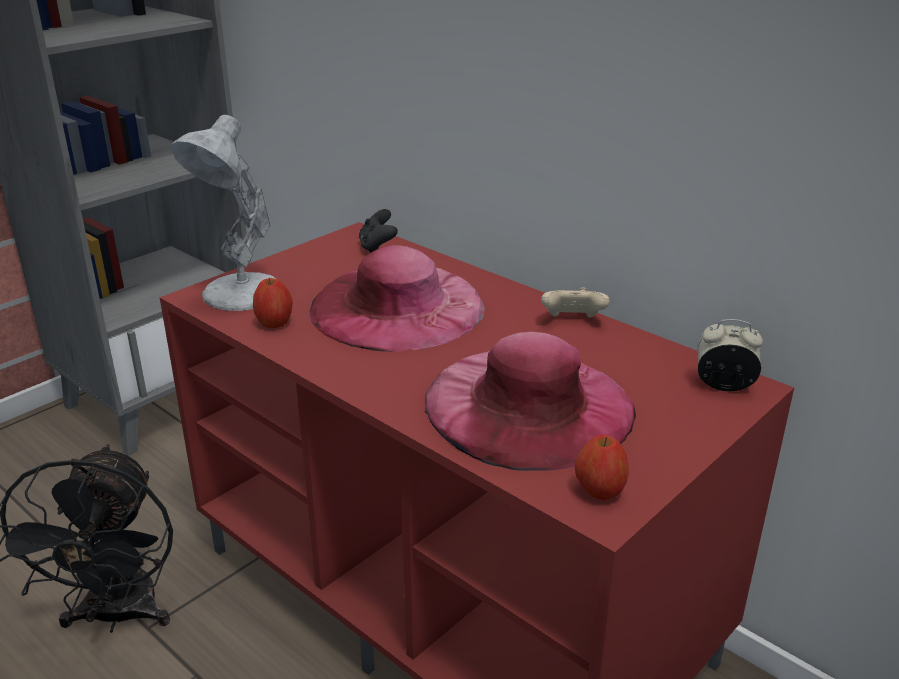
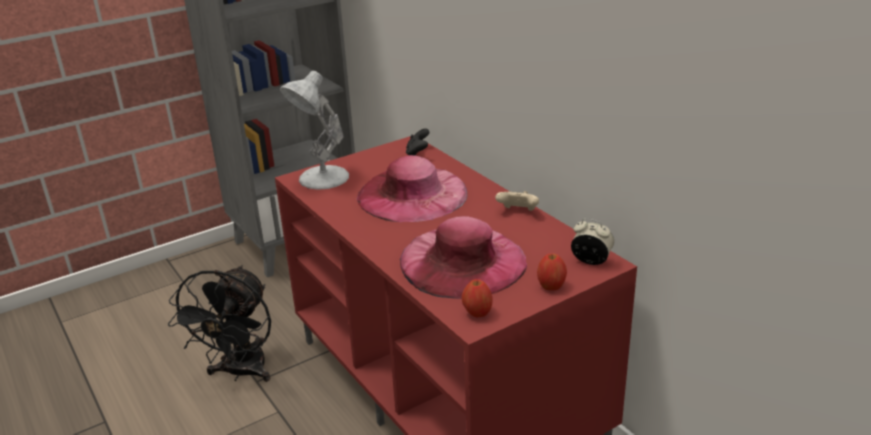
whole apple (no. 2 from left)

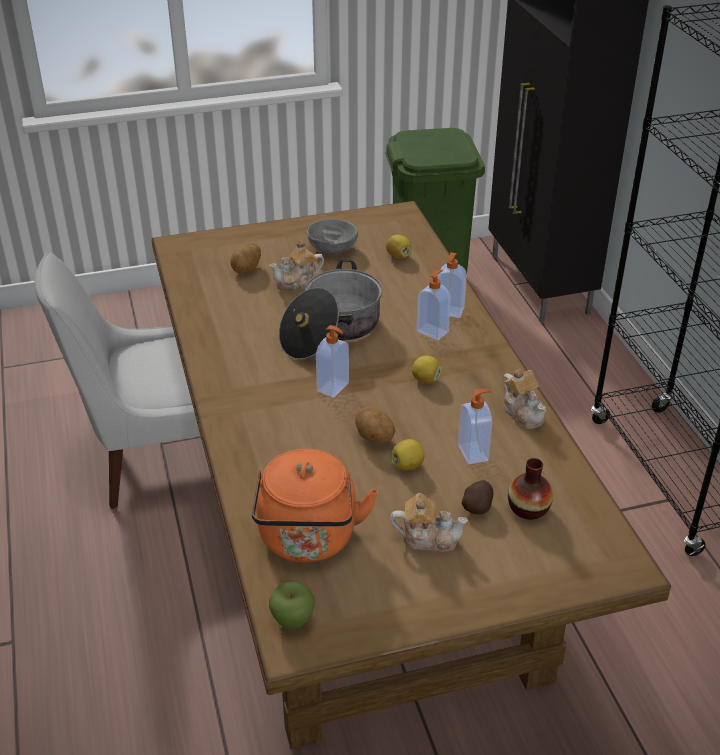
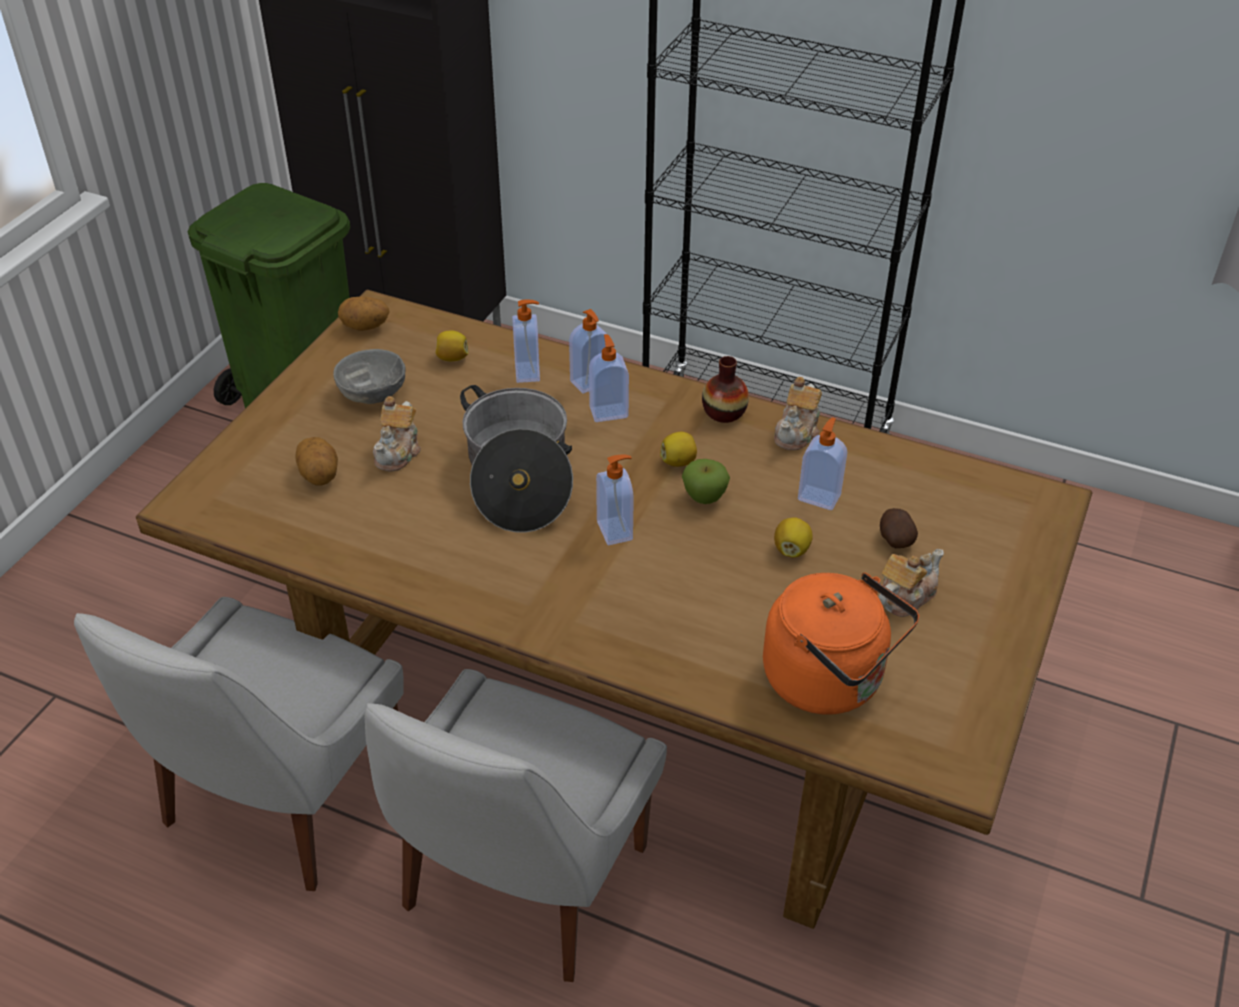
potato (no. 2 from left); white-coloured upright chair (no. 2 from left); soap bottle (no. 1 from left); whole apple; decorative vase; tea pot (no. 2 from left)

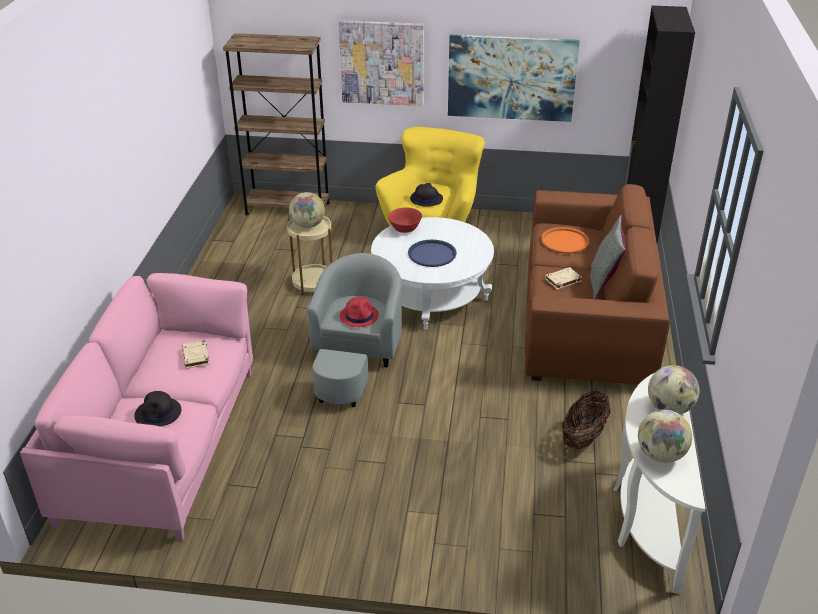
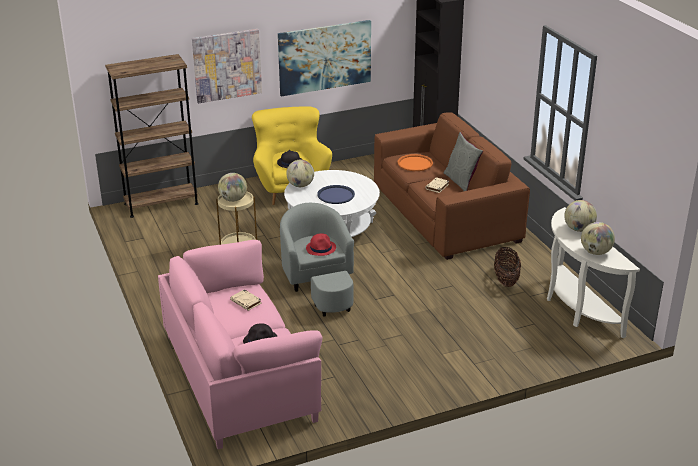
desk globe (no. 2 from left)

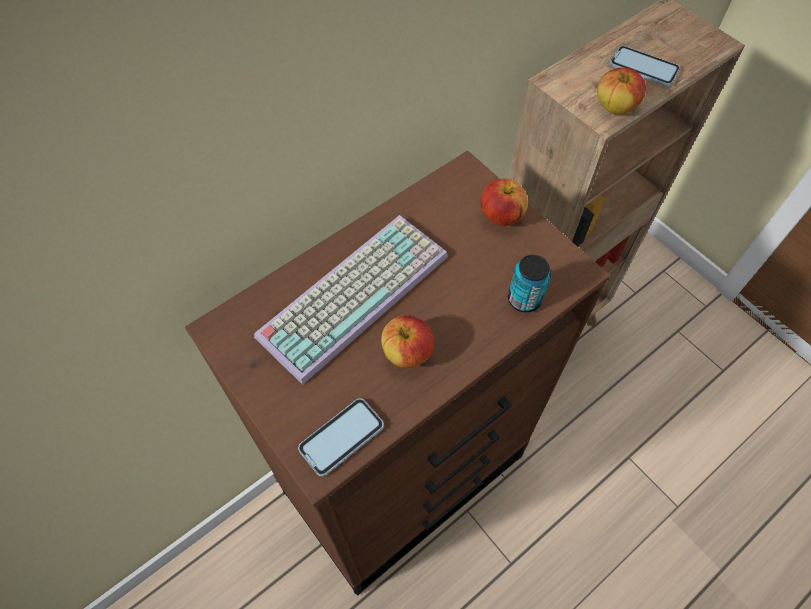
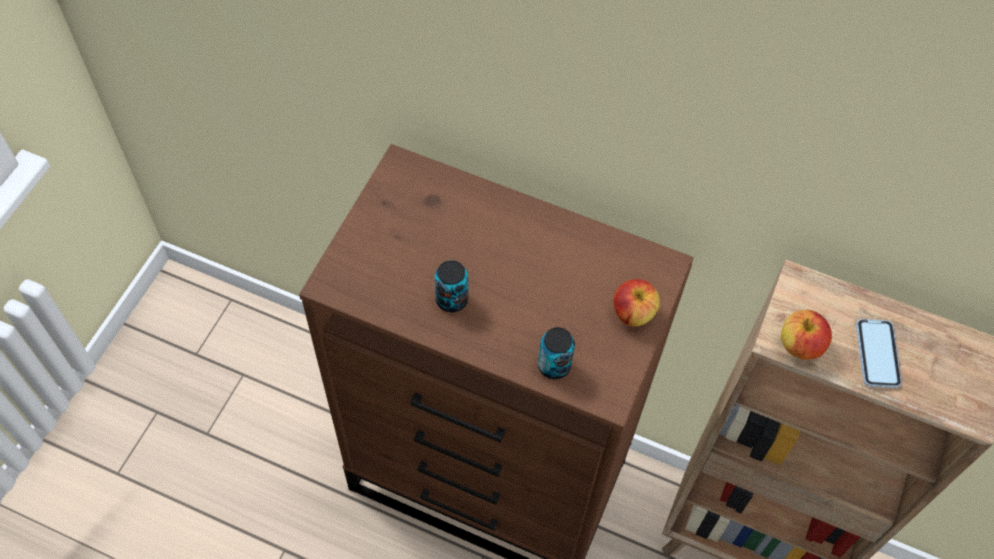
can (no. 1 from left); computer keyboard; phone (no. 1 from left in the first image)

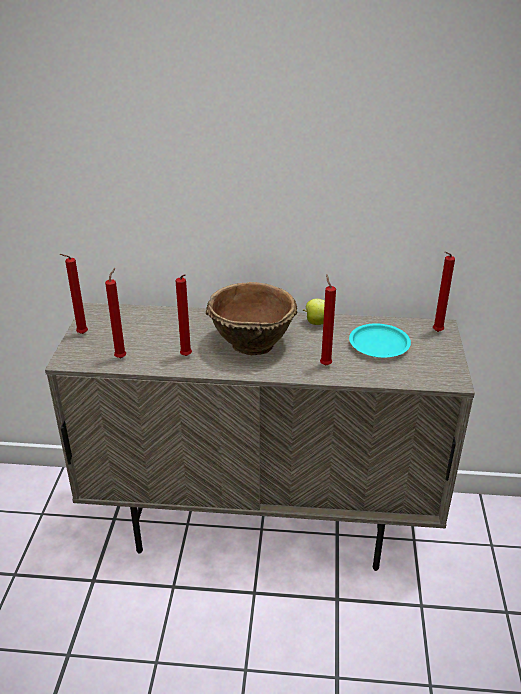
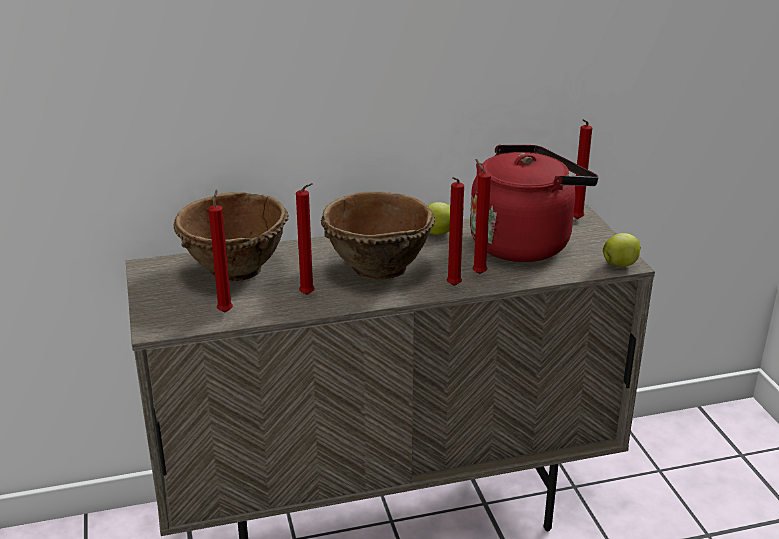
brown bowl (no. 1 from left); red wax candle (no. 3 from left); red water kettle; whole apple (no. 2 from left)

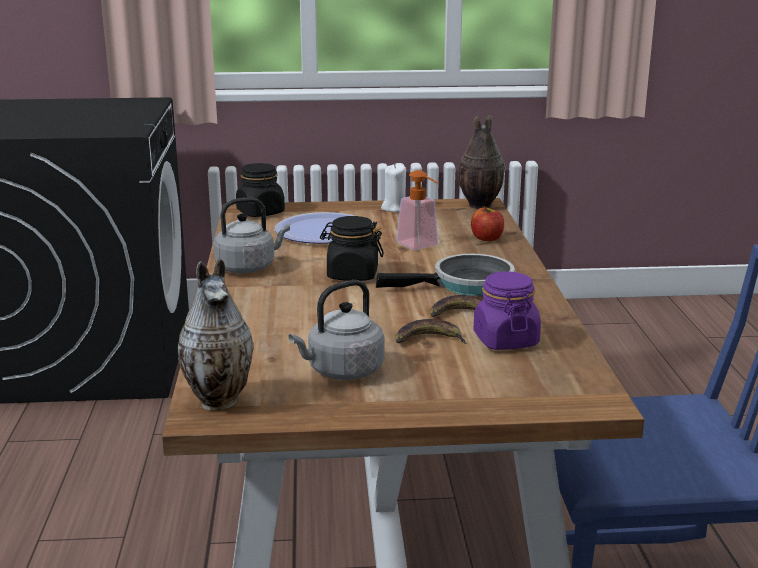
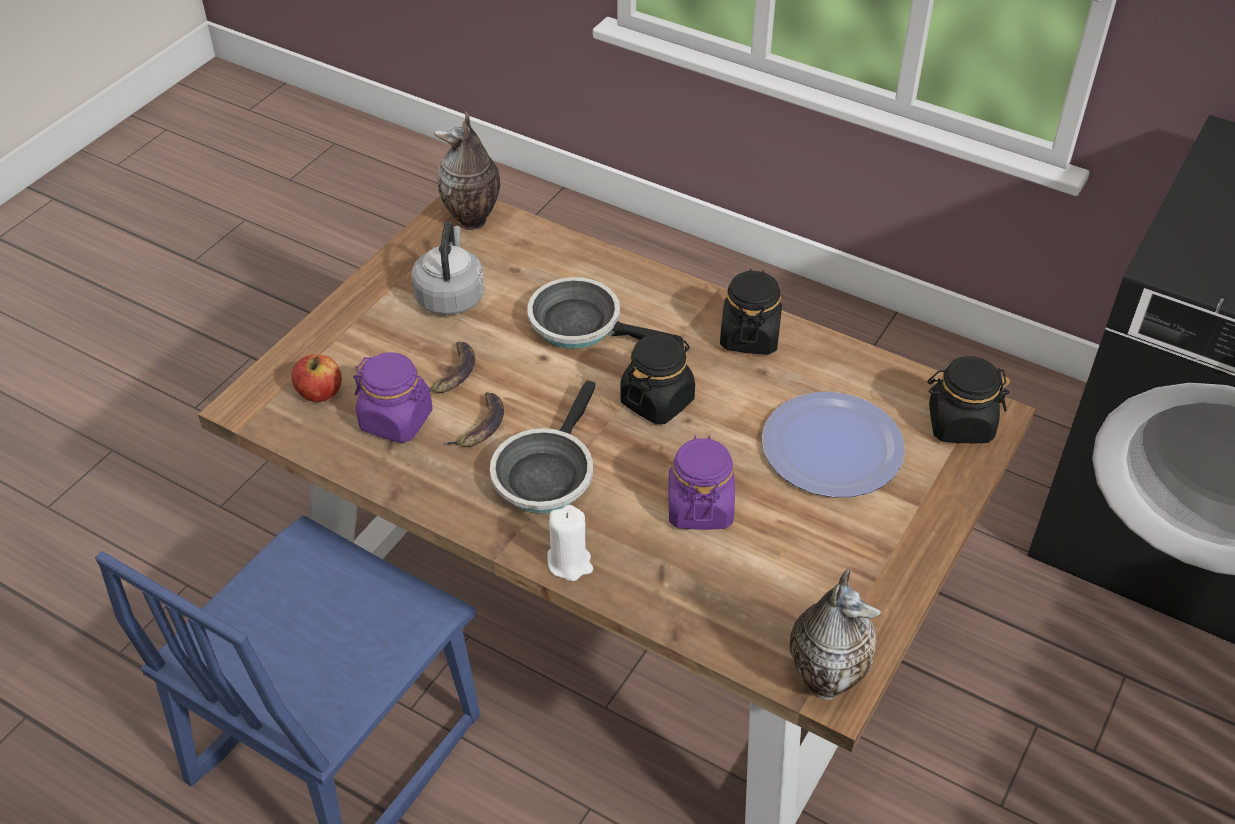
whole apple; pan (no. 2 from left); white-coloured wax candle; purple-coloured storage jar (no. 2 from left); black-coloured storage jar (no. 2 from left)

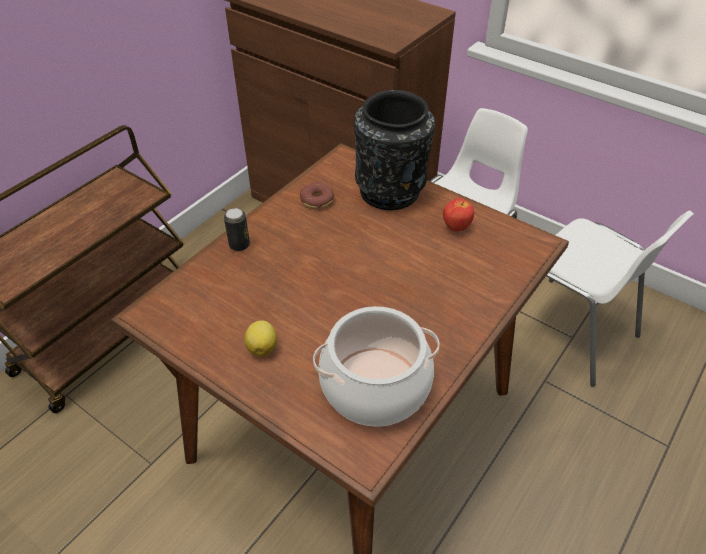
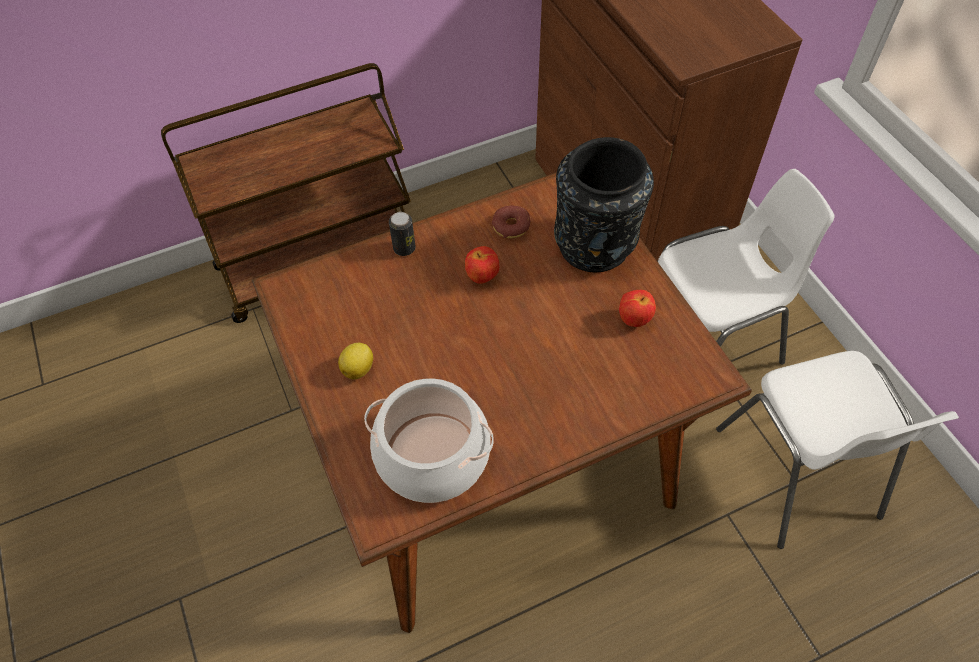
whole apple (no. 1 from left)

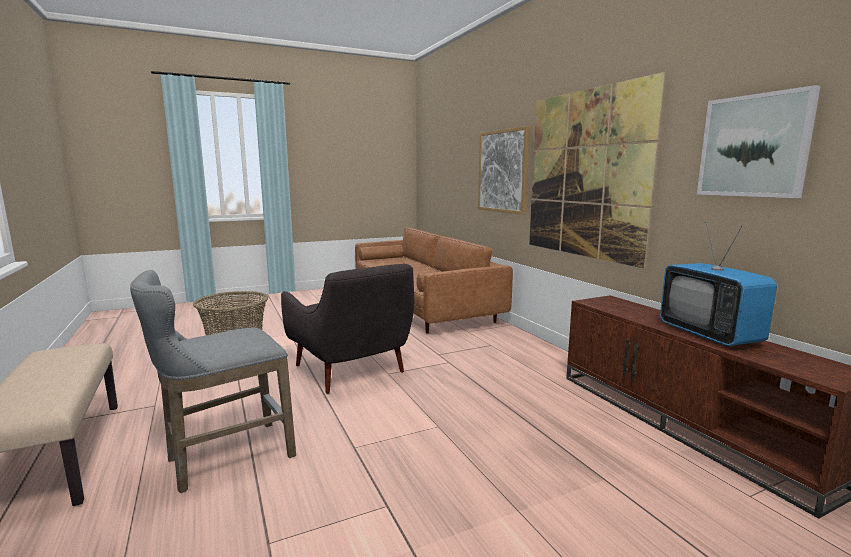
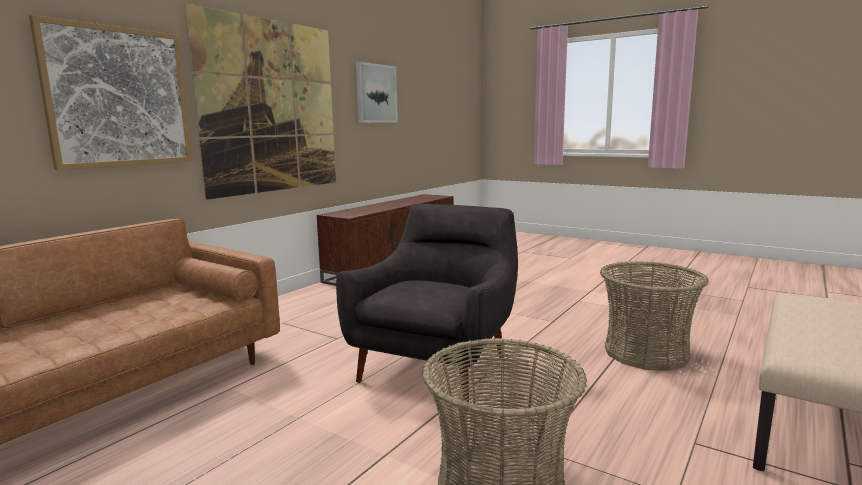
basket (no. 2 from left); TV set

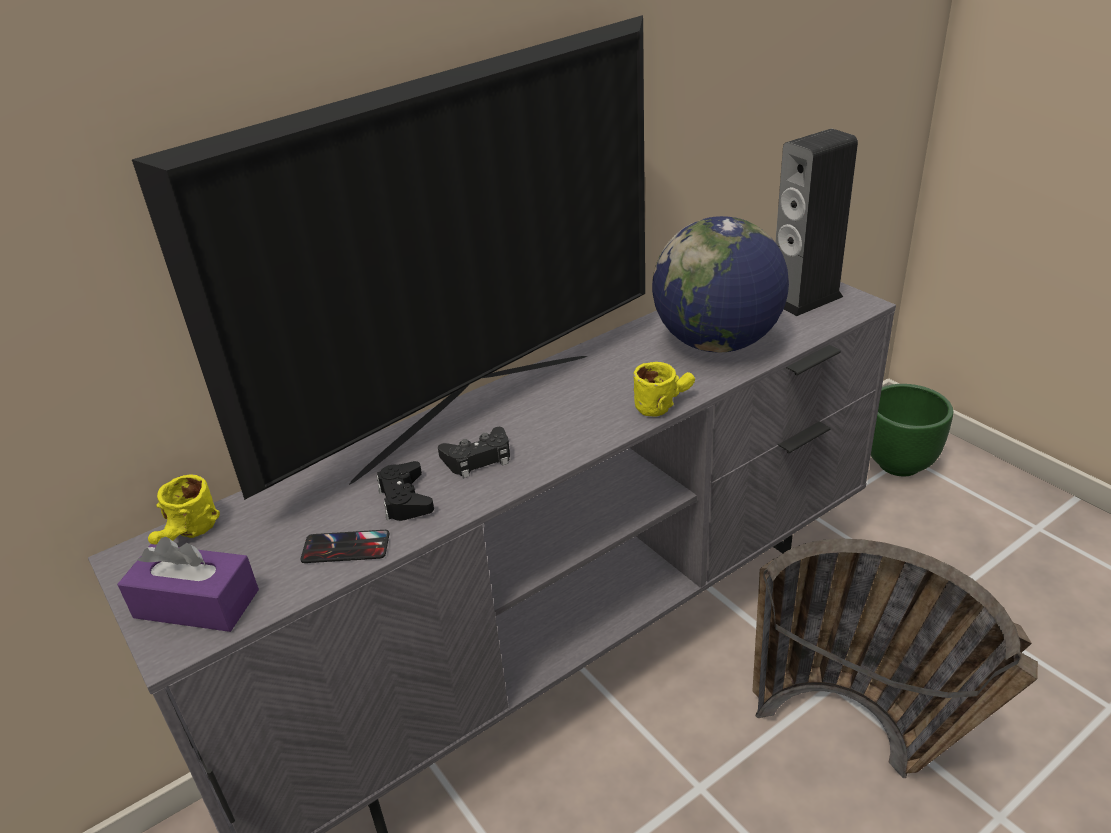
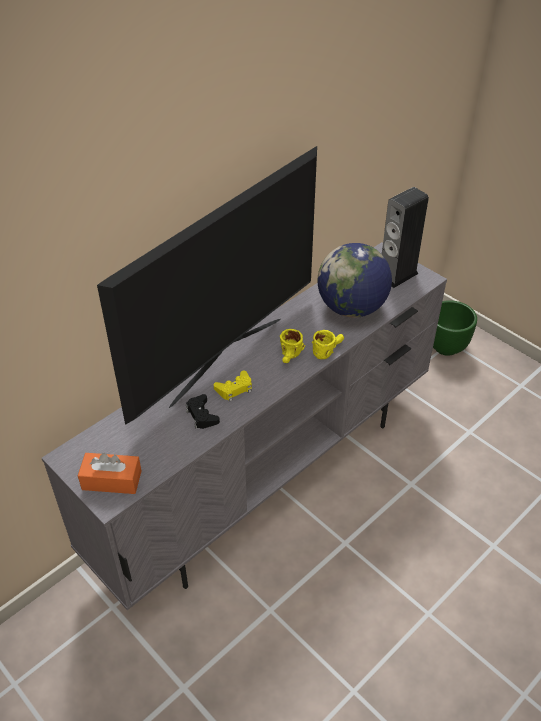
orange tissue holder; yellow joypad; yellow tea mug (no. 1 from left); phone; basket

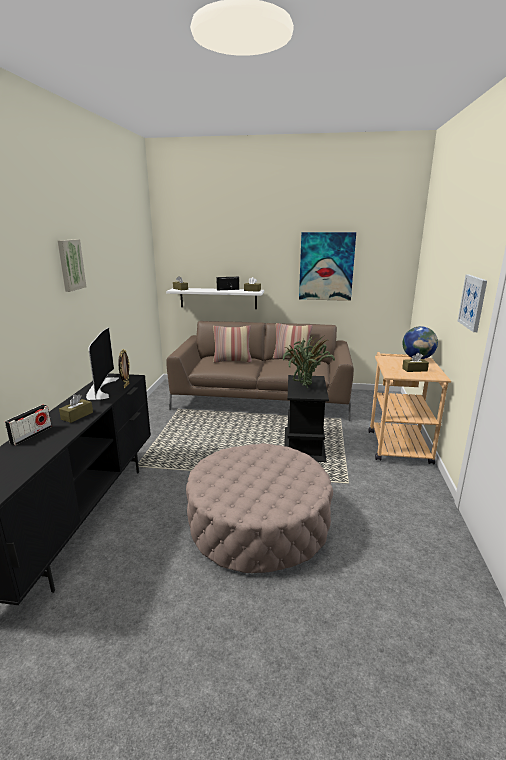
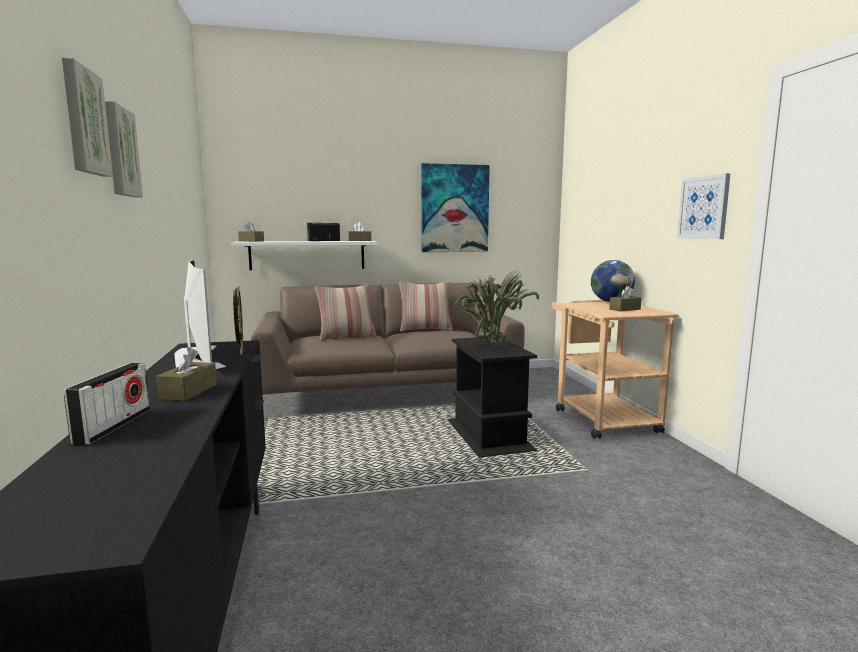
wall art (no. 1 from left); sand-coloured pouffe

